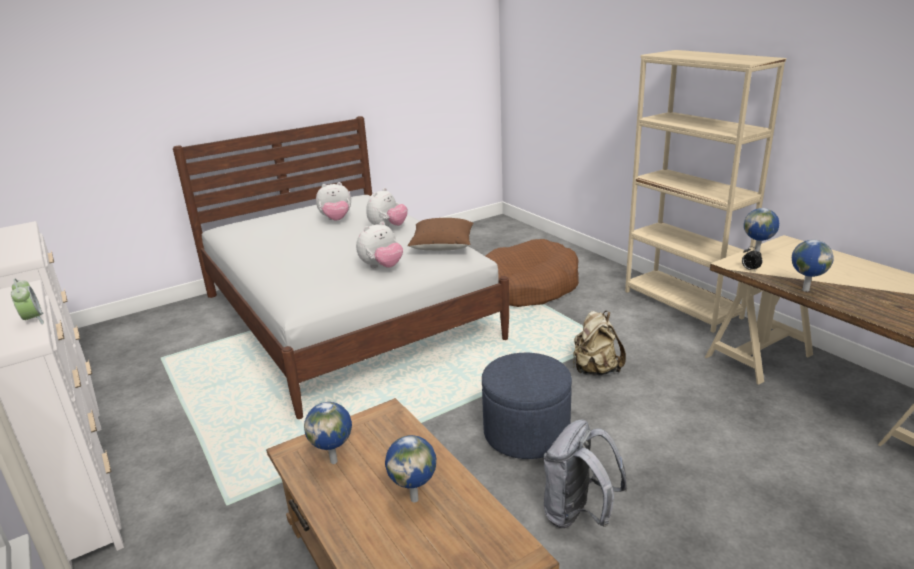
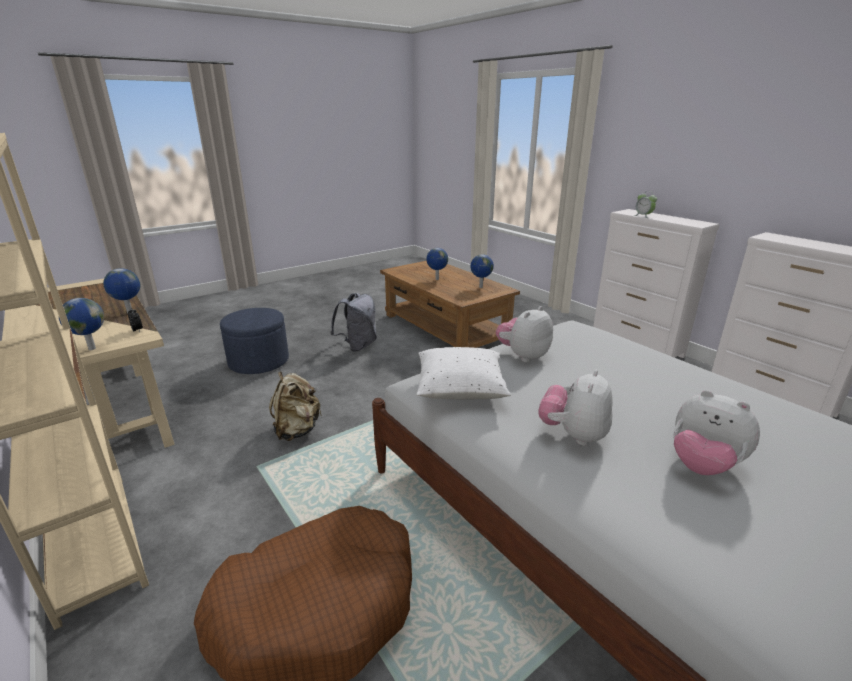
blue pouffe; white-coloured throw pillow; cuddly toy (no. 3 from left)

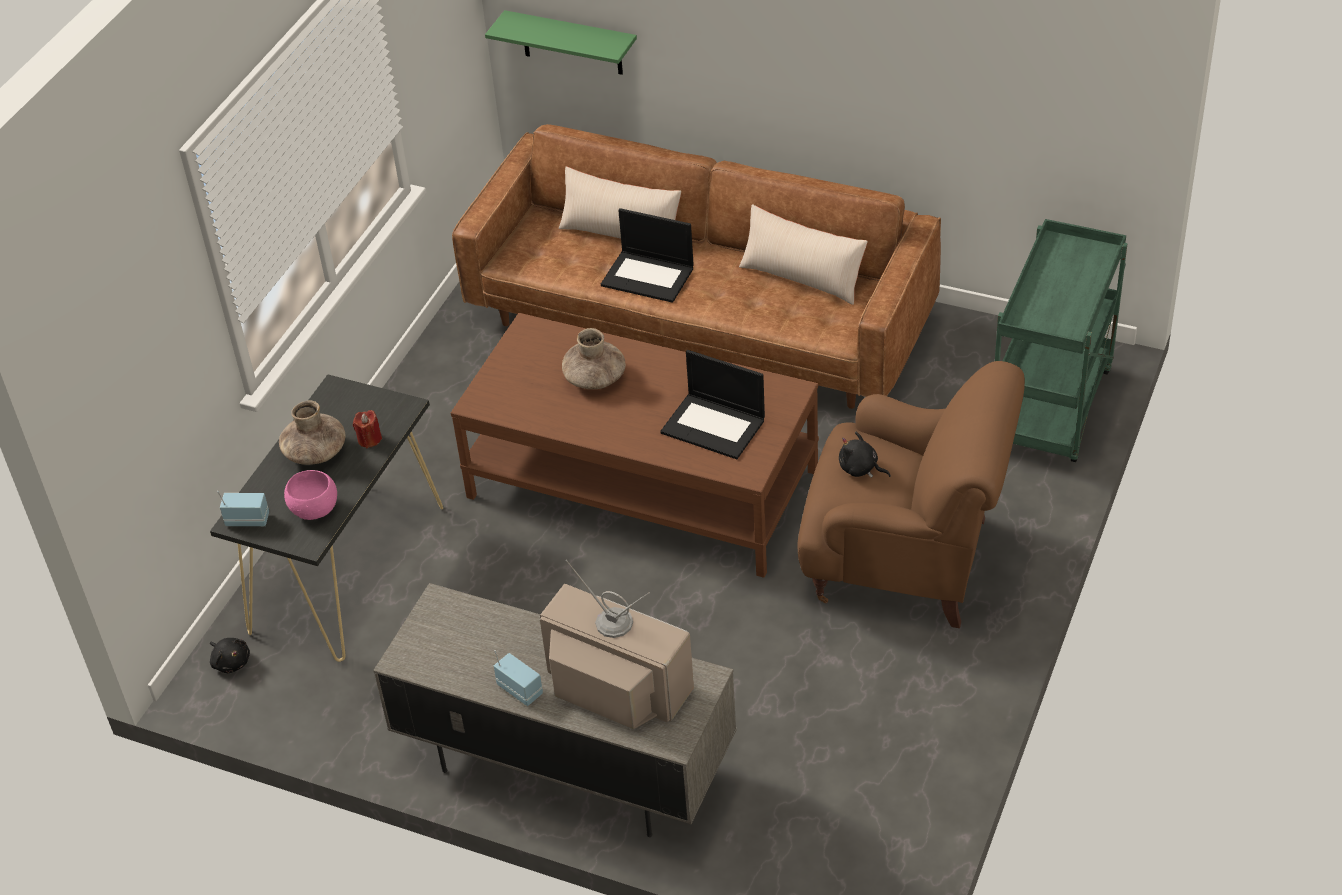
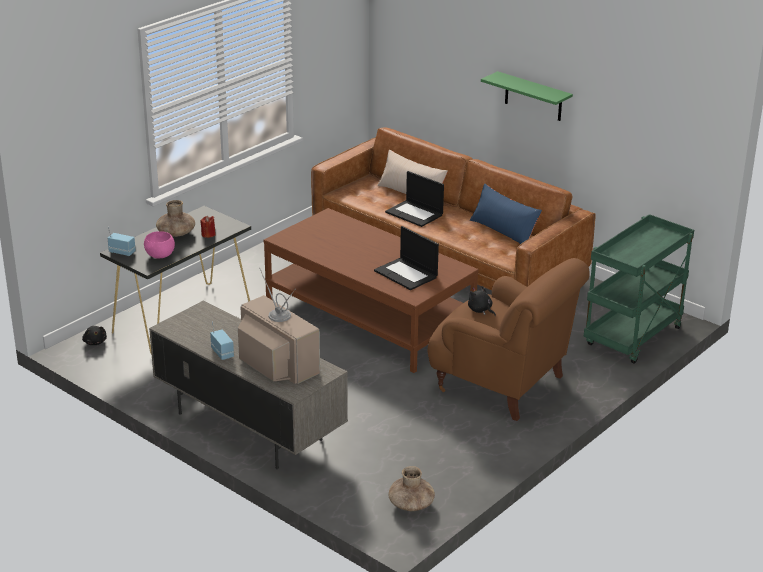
brown decorative vase (no. 2 from left); blue throw pillow; greenish bracket shelf

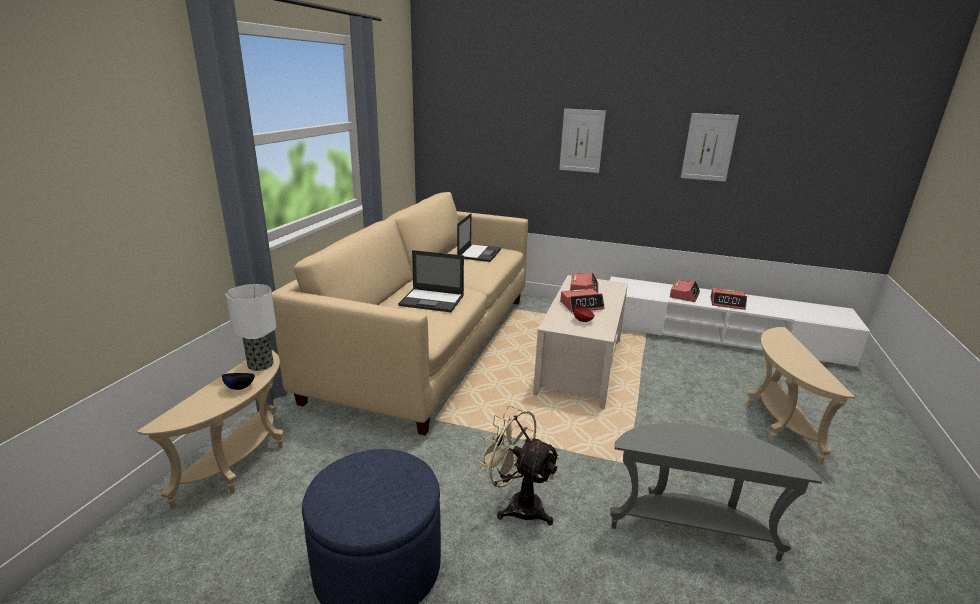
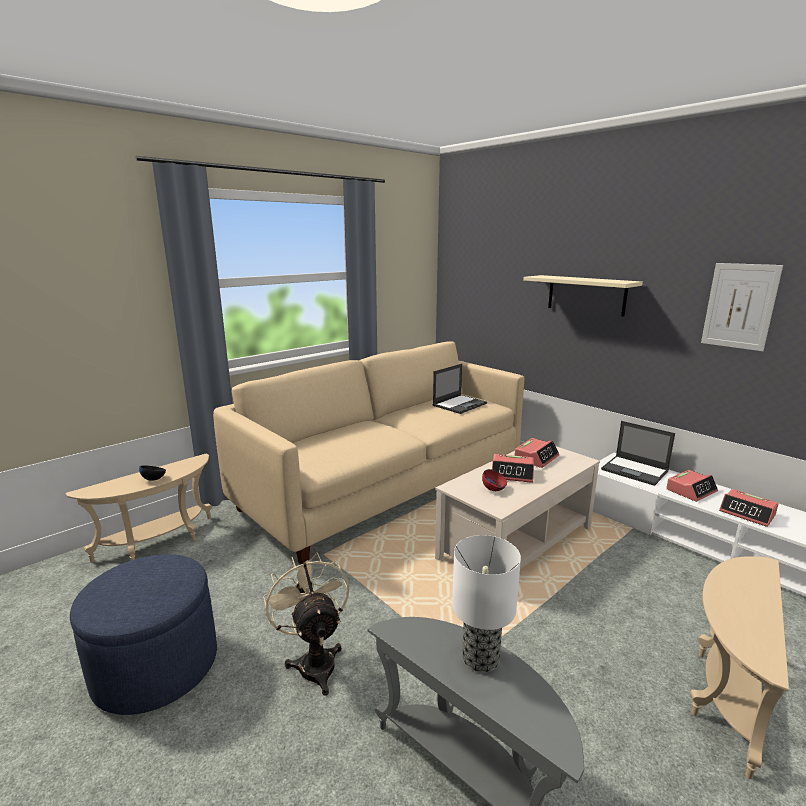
tabletop lamp; sand-coloured bracket shelf; portable computer (no. 2 from left)

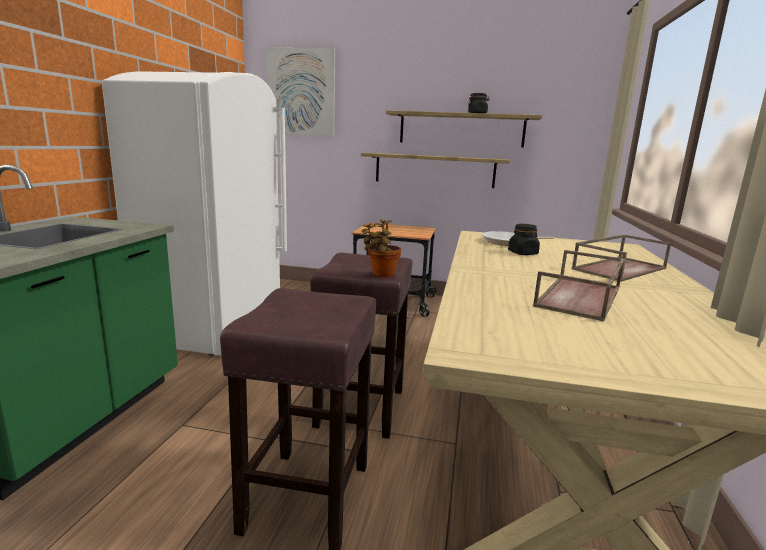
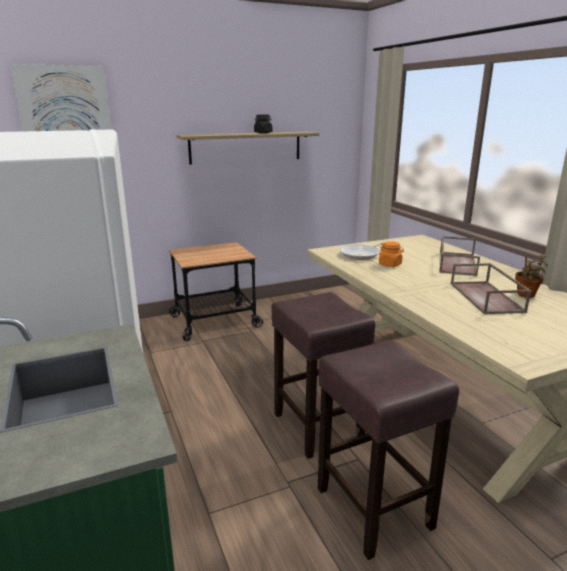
orange storage jar; plant in a pot; bracket shelf (no. 1 from left in the first image)

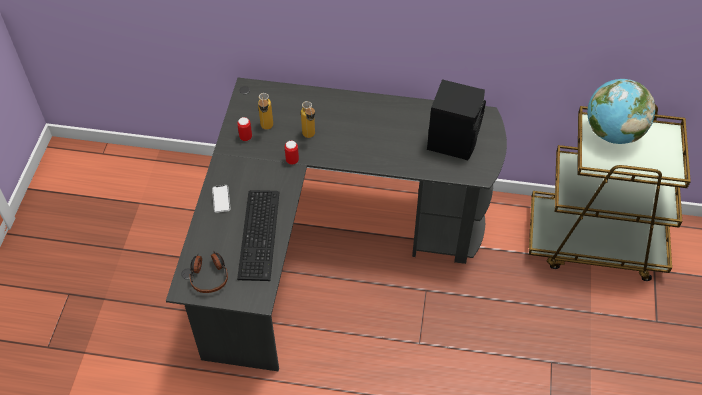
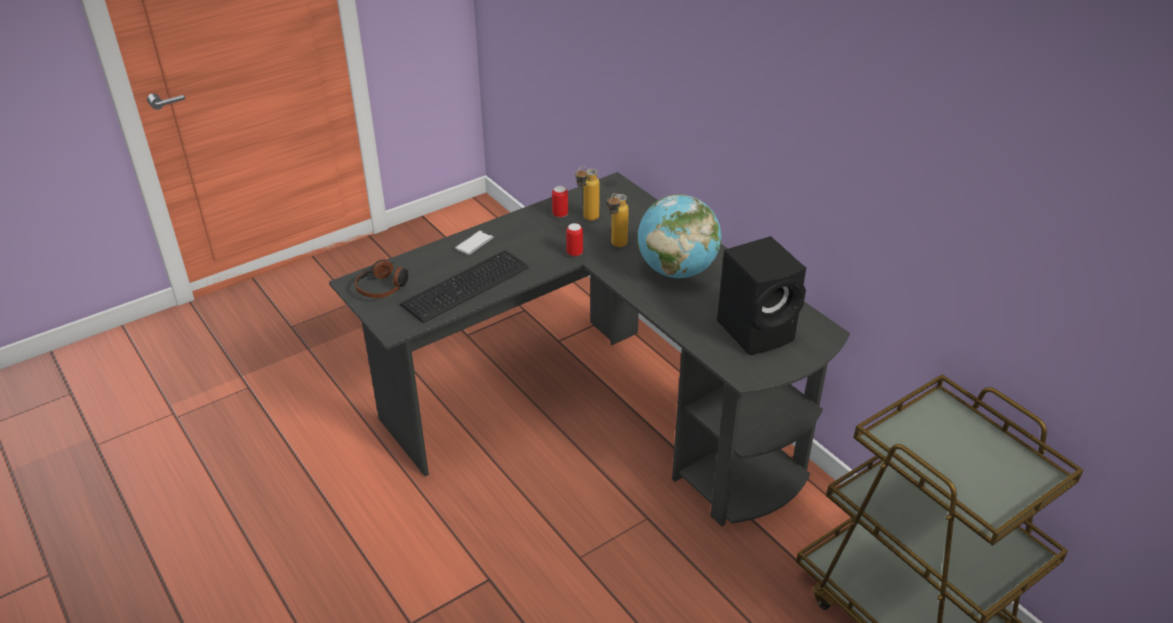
desk globe

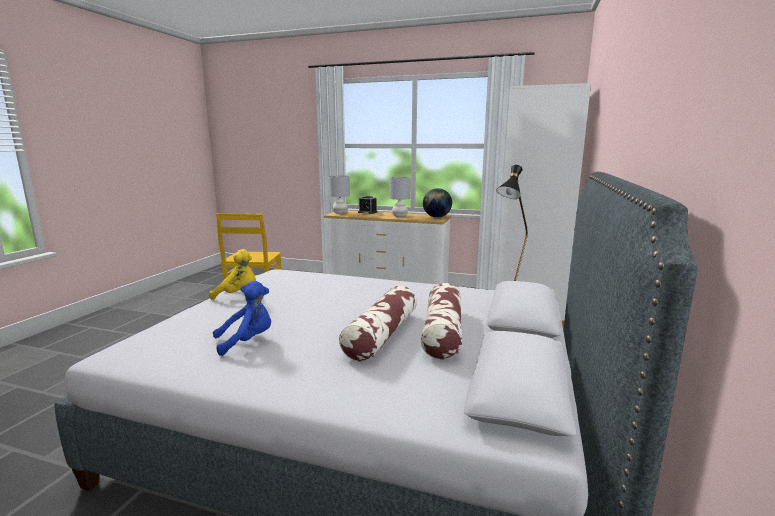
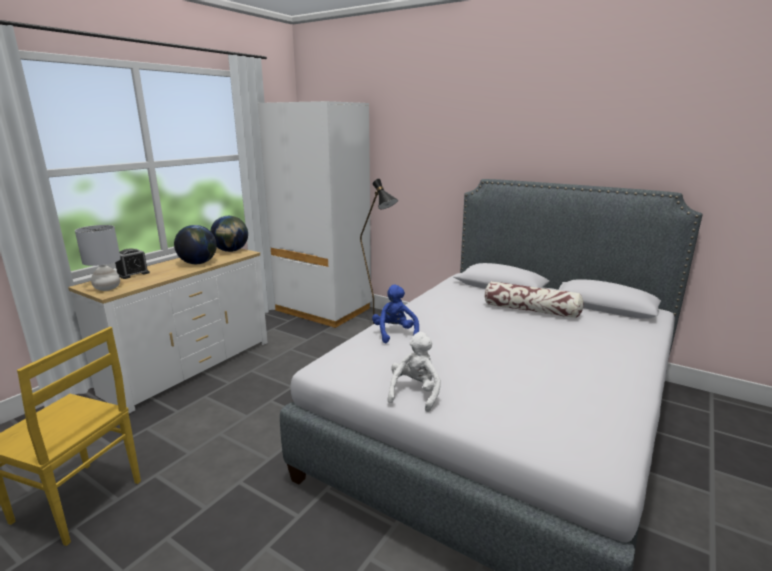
desk globe (no. 1 from left); blue cuddly toy; white-coloured cuddly toy; throw pillow (no. 1 from left in the first image)

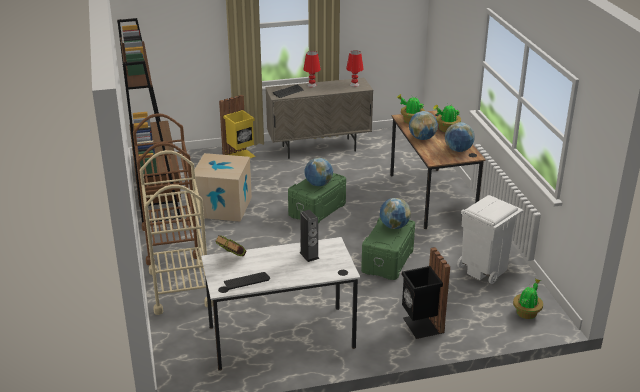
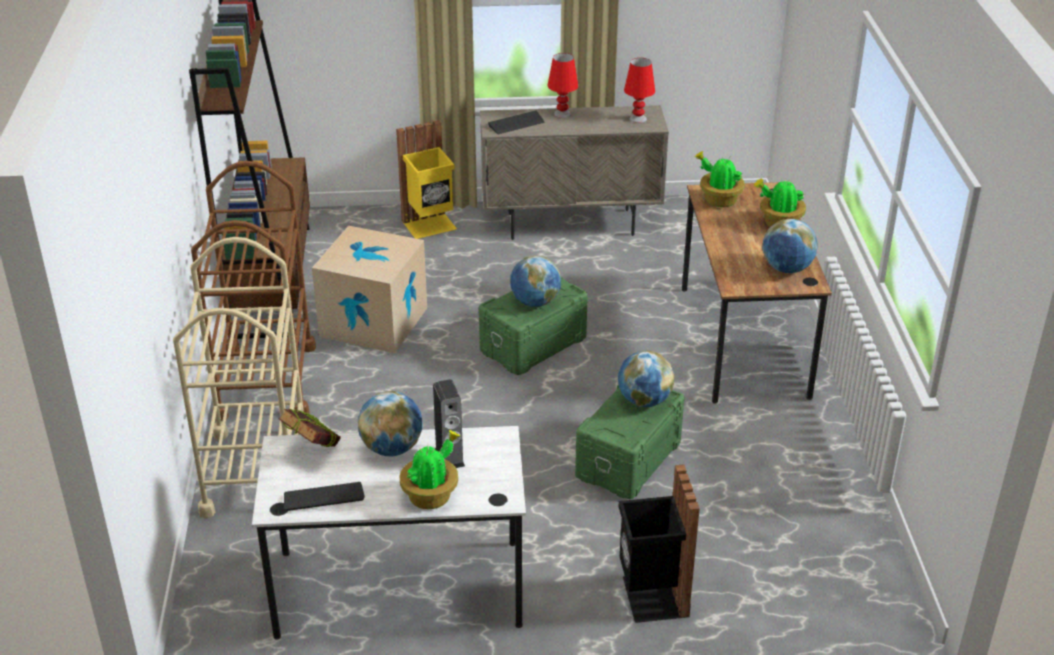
desk globe (no. 1 from left); plant in a pot (no. 1 from left); white-coloured trash can

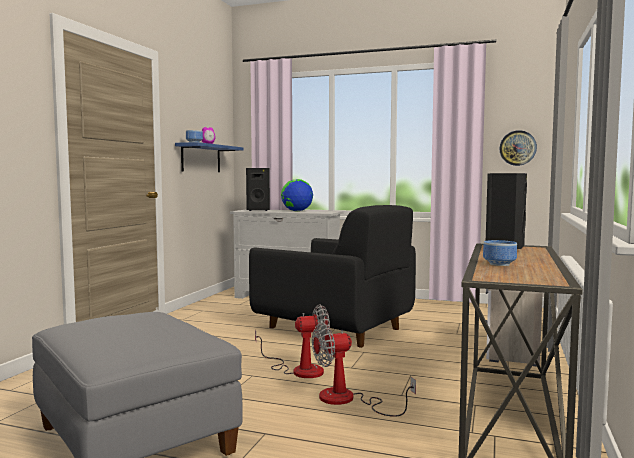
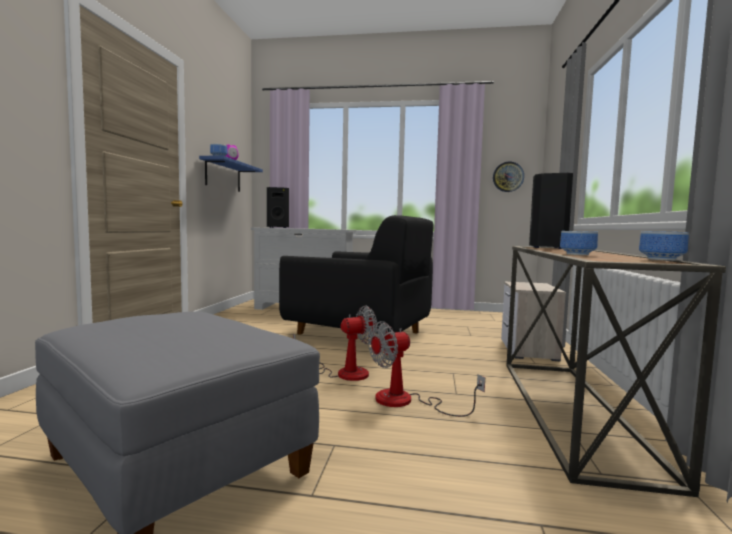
bowl (no. 3 from left); desk globe

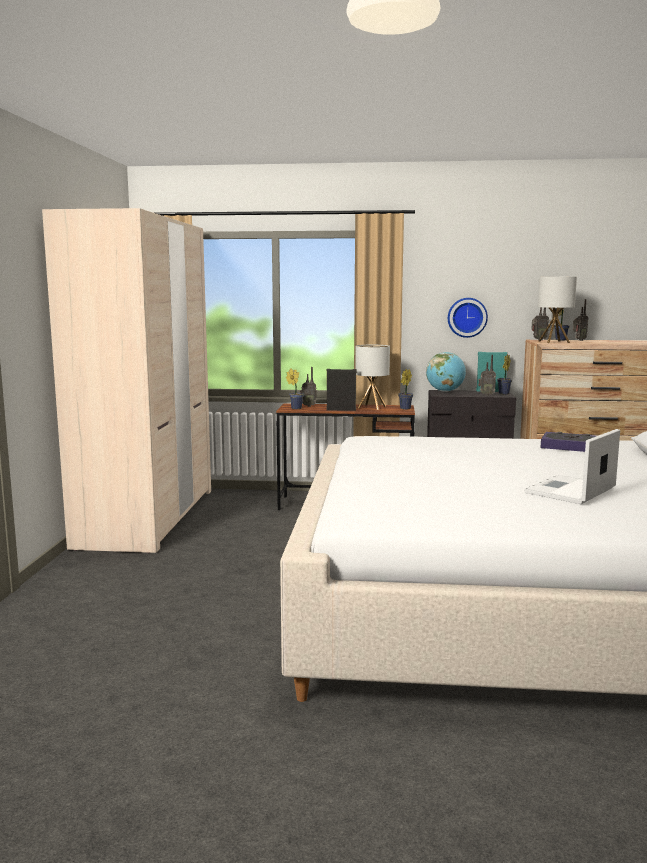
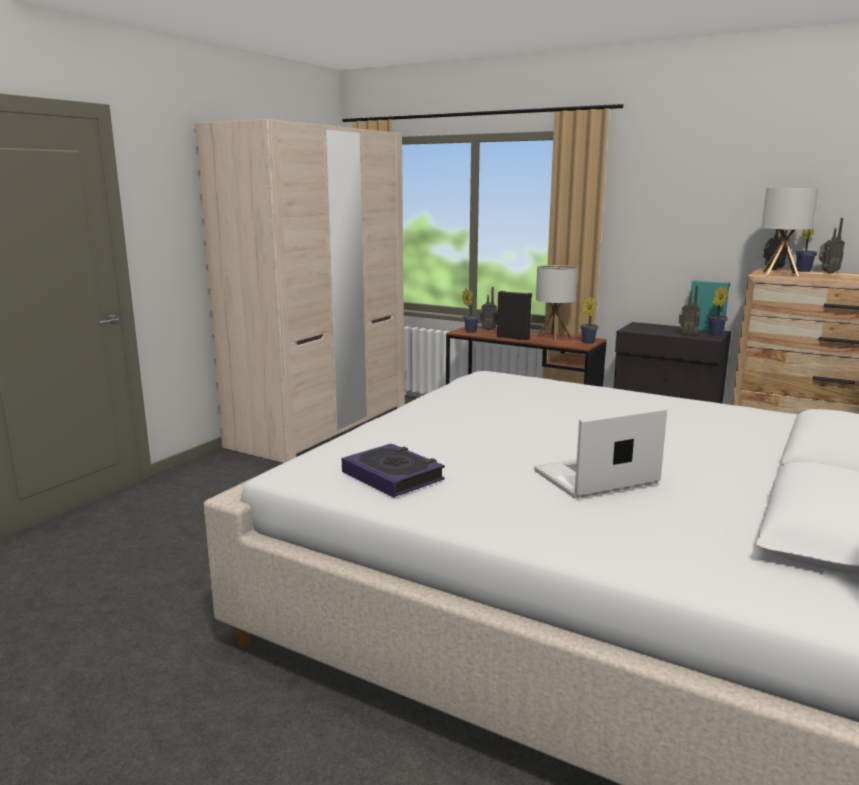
volume; desk globe; clock on the wall

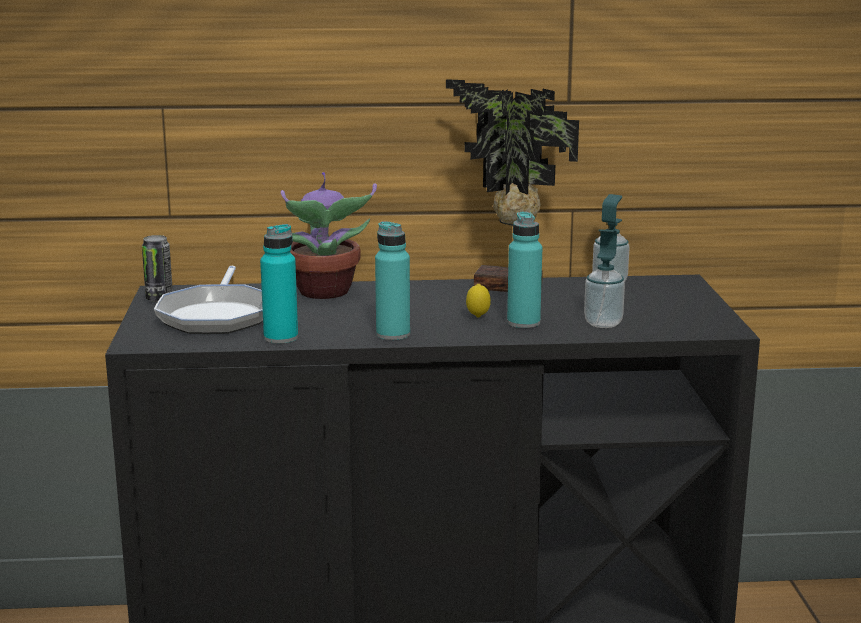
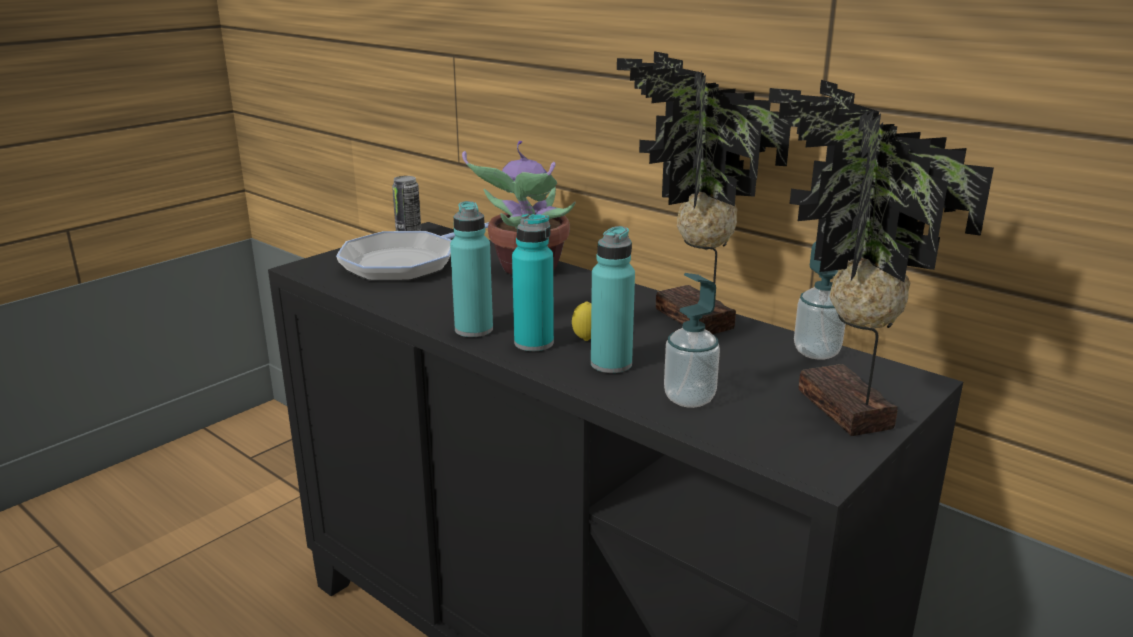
turquoise-coloured drink bottle (no. 2 from left); plant in a pot (no. 3 from left)

